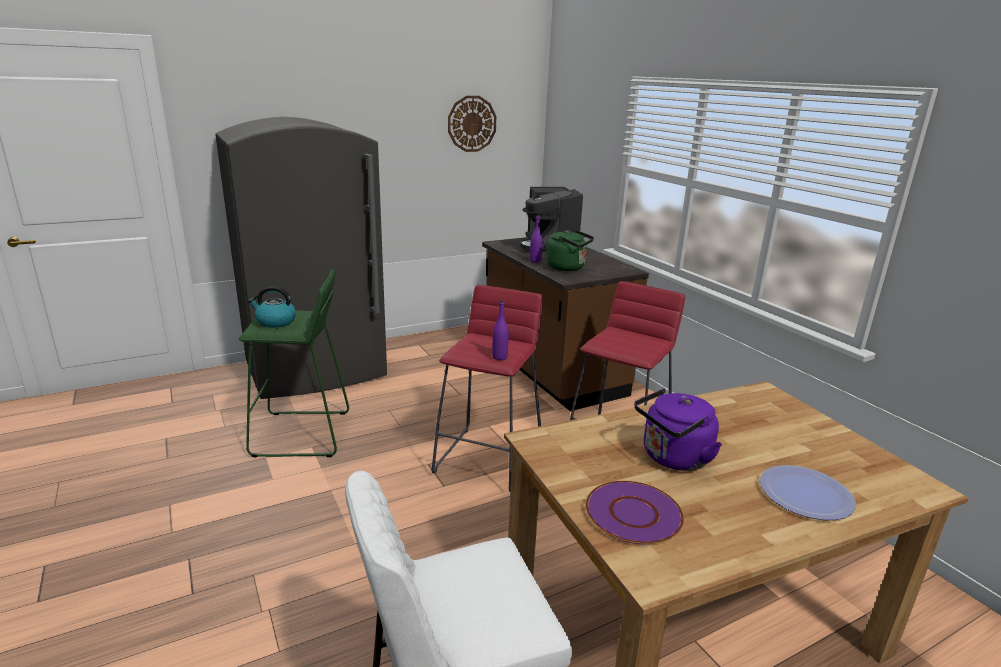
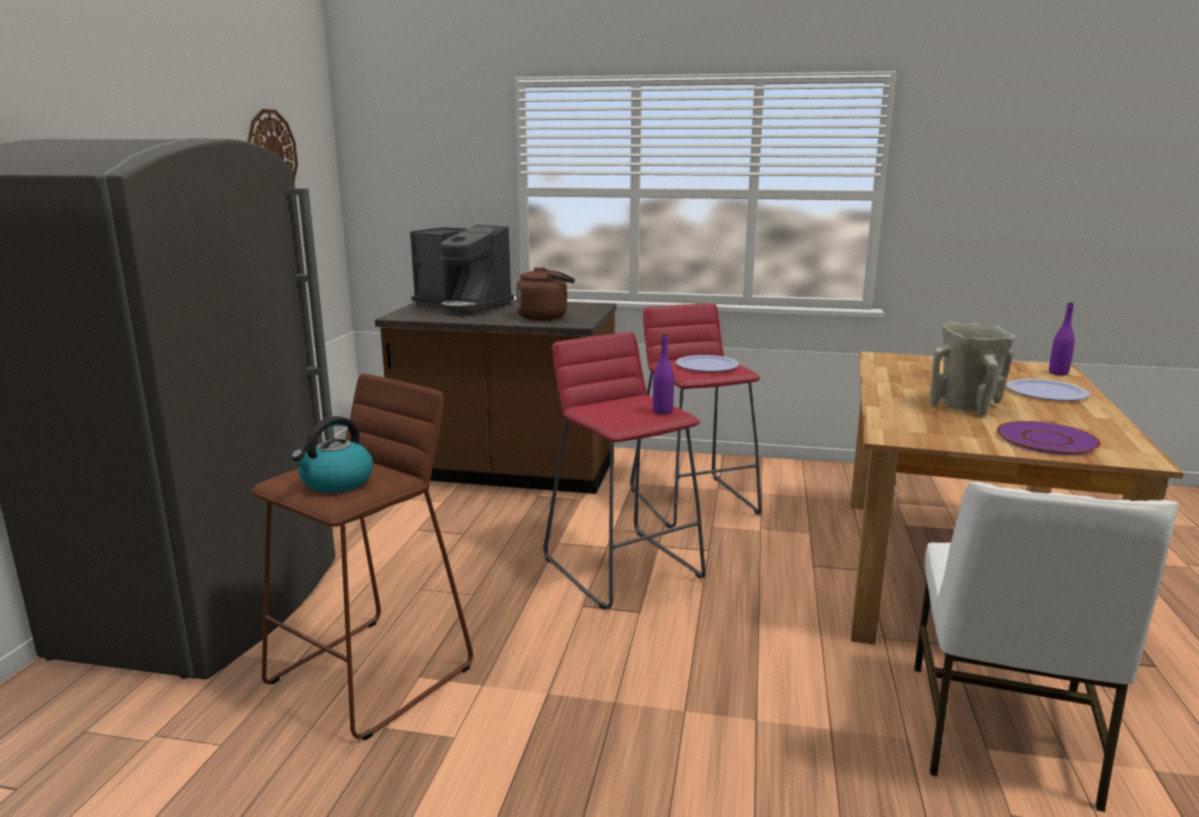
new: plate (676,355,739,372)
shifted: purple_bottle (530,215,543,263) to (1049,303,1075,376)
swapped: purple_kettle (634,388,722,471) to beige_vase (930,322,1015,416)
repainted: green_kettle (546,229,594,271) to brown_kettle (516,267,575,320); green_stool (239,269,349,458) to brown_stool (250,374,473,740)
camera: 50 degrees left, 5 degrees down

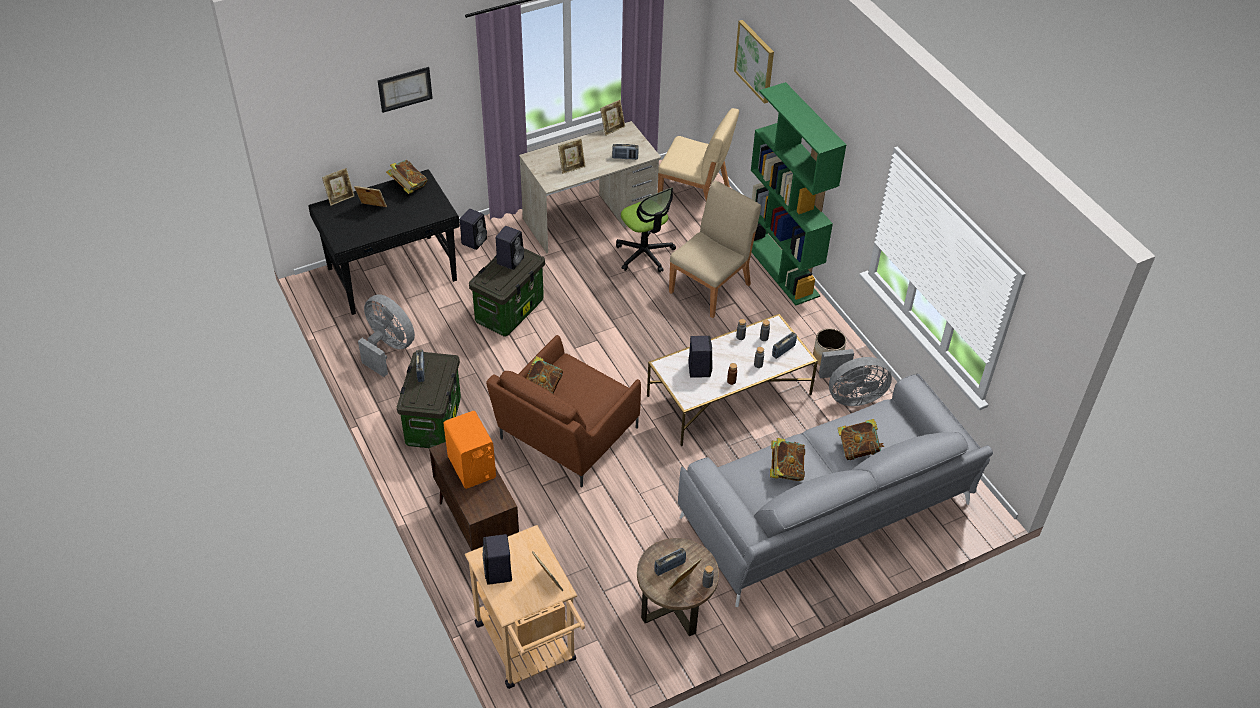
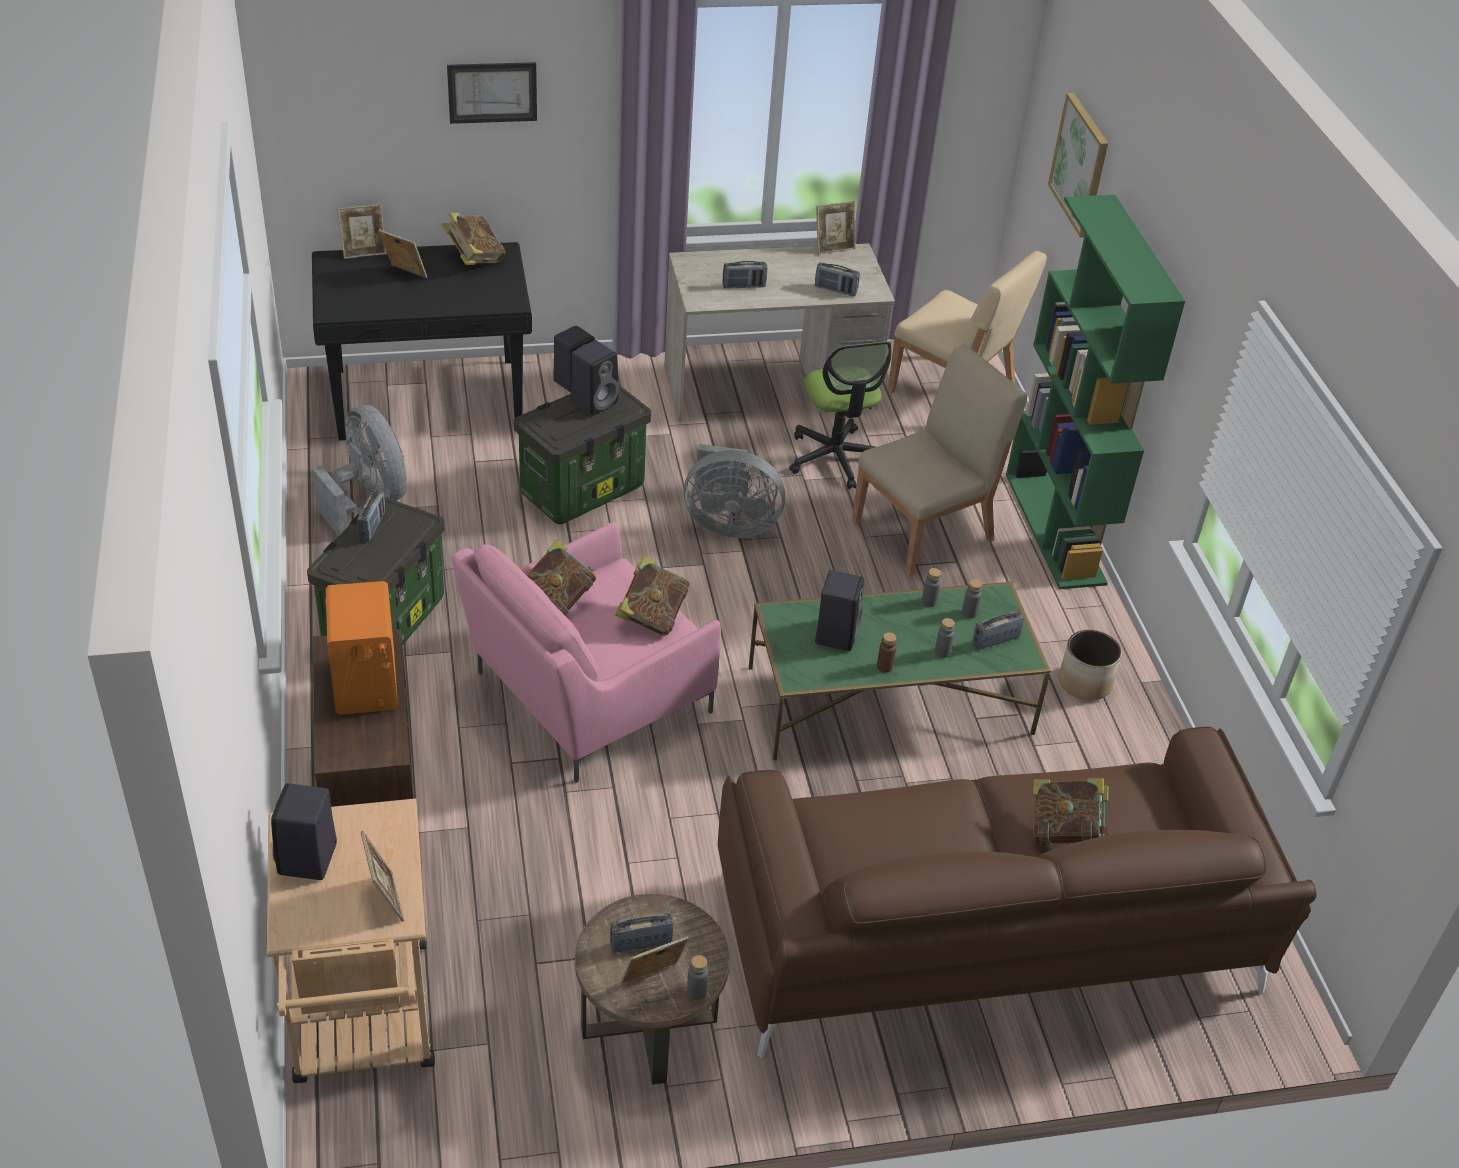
shifted: grey_fan (819,349,892,406) to (684,444,785,538); book (770,438,805,481) to (615,556,689,636)
swapped: picture_frame (558,139,586,174) to radio (723,261,768,288)
repainted: white_coffee_table (647,314,818,446) to green_coffee_table (749,582,1051,760); brown_armchair (486,335,641,487) to pink_armchair (451,522,721,783); grey_sofa (678,374,993,607) to brown_sofa (718,726,1316,1058)
camera: 15 degrees right, 5 degrees down

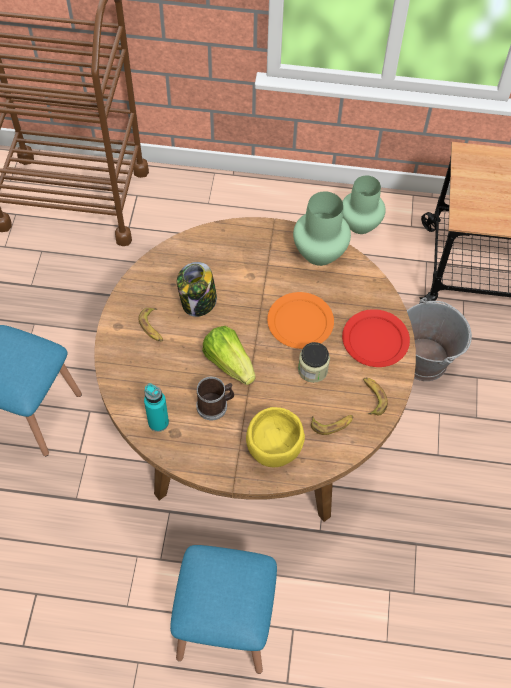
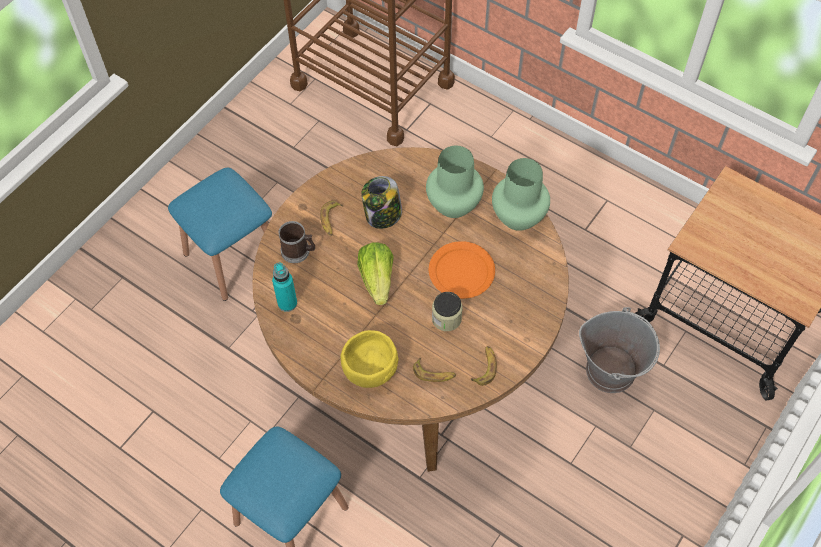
gone: red_plate (342,309,410,367)
shifted: green_vase (342,176,386,234) to (426,146,484,218); mug (196,377,234,420) to (279,221,315,263)
camera: 30 degrees right, 0 degrees up

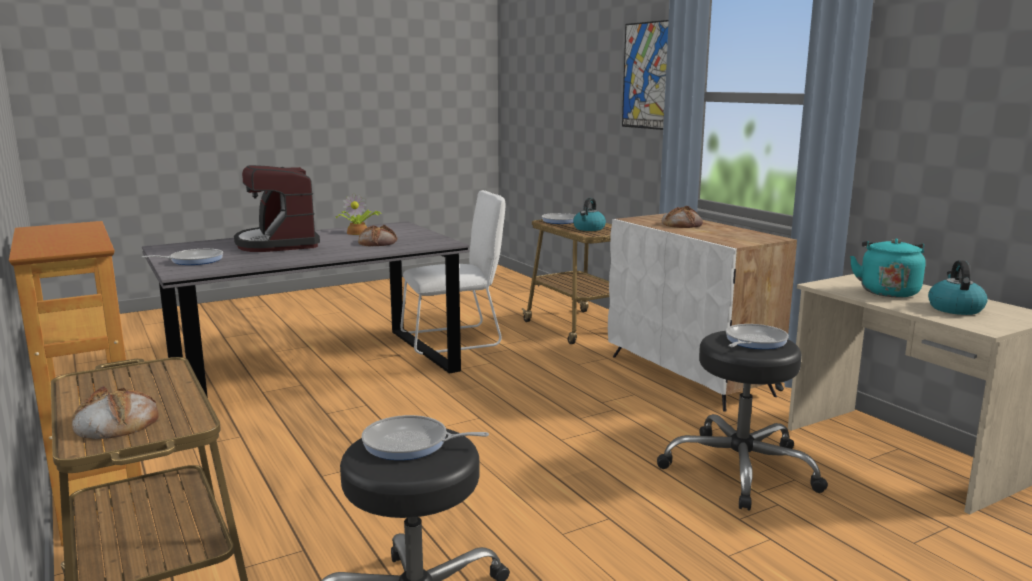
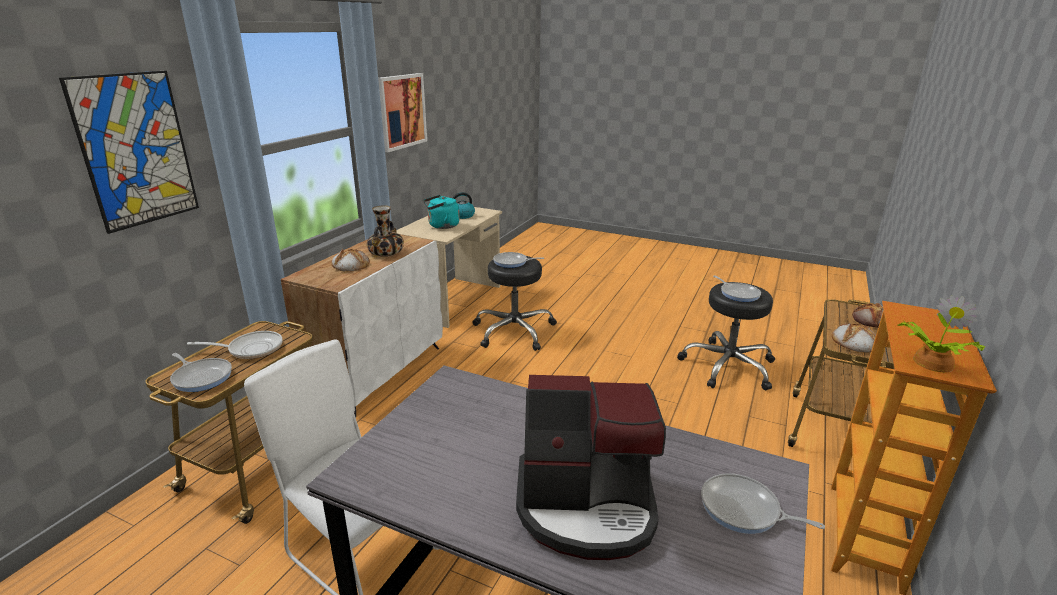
new: picture (378,73,427,152); vase (367,205,404,257)
shifted: potted_plant (336,193,381,235) to (897,295,985,372); bread (358,225,397,246) to (832,323,876,353)
swapped: kettle (573,198,606,231) to frying_pan (187,331,283,359)
rotated: coffee_machine (234,165,320,252) = (516,375,666,560) 60 degrees clockwise
camera: 125 degrees left, 10 degrees up

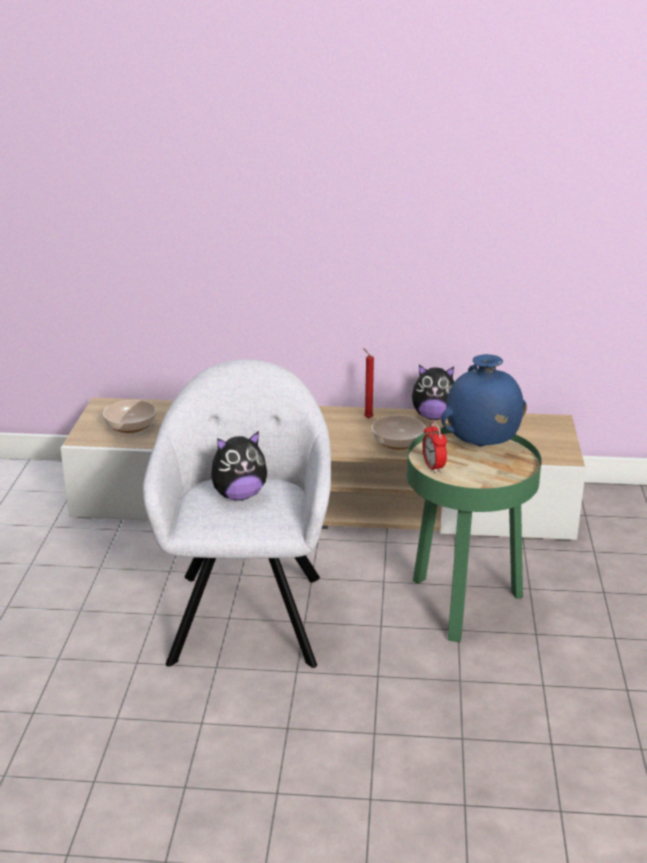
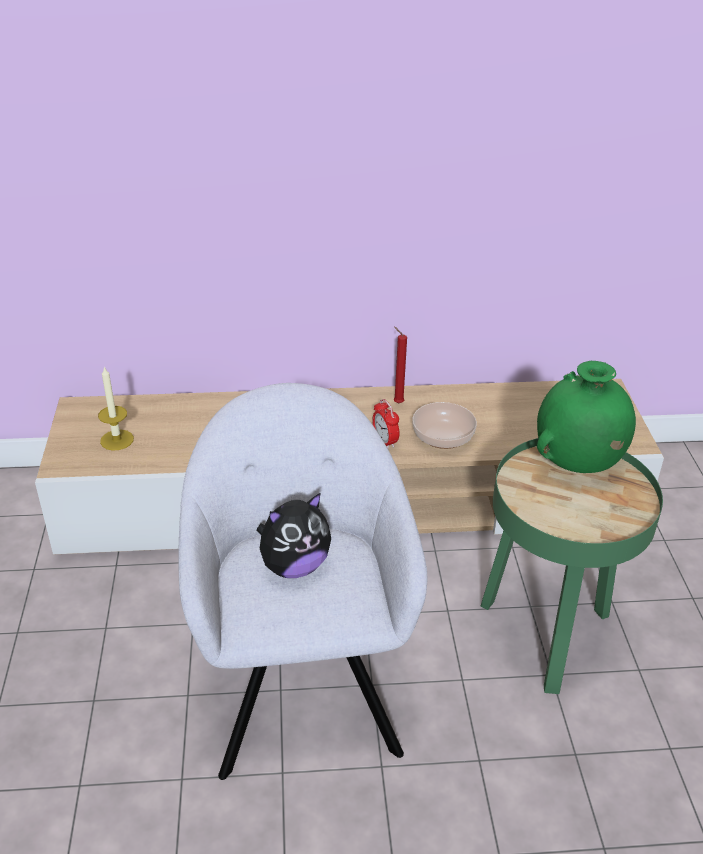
gone: plush_toy (412,365,454,420)
shifted: alarm_clock (422,421,447,473) to (372,399,399,449)
swapped: bowl (103,400,157,433) to candle (98,367,134,451)
repainted: blue_vase (441,354,527,447) to green_vase (537,361,636,473)
camera: 10 degrees left, 10 degrees up

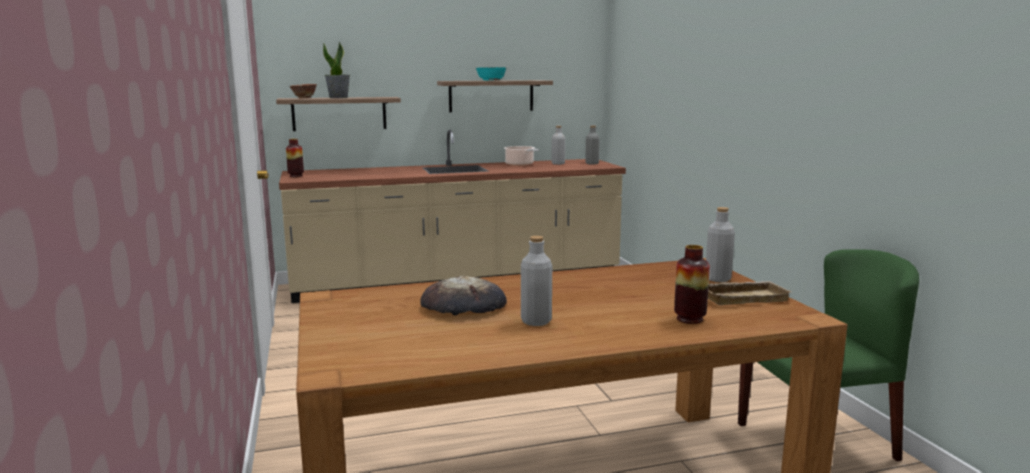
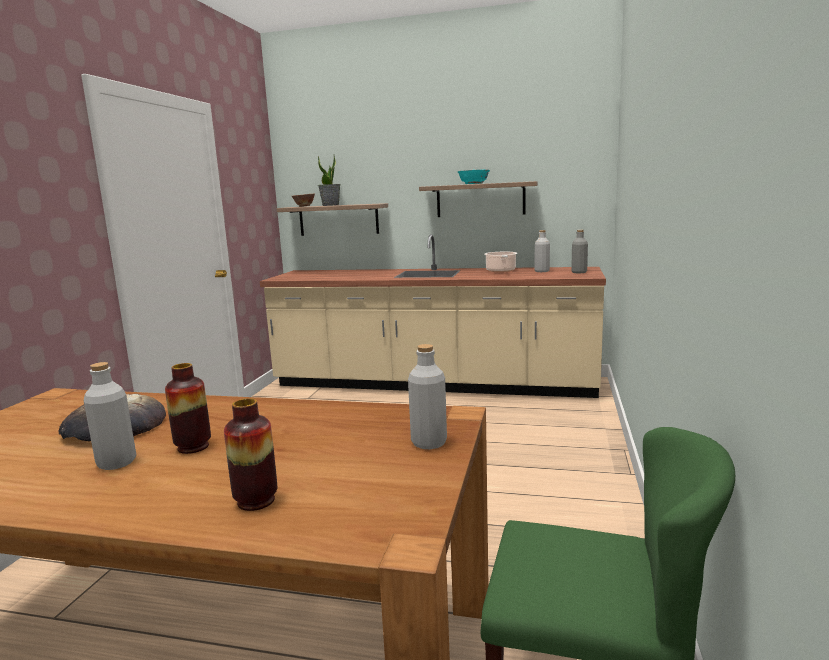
gone: beige_tray (708,281,792,305)
shifted: vase (286,139,304,177) to (165,363,211,454)
camera: 30 degrees right, 0 degrees up

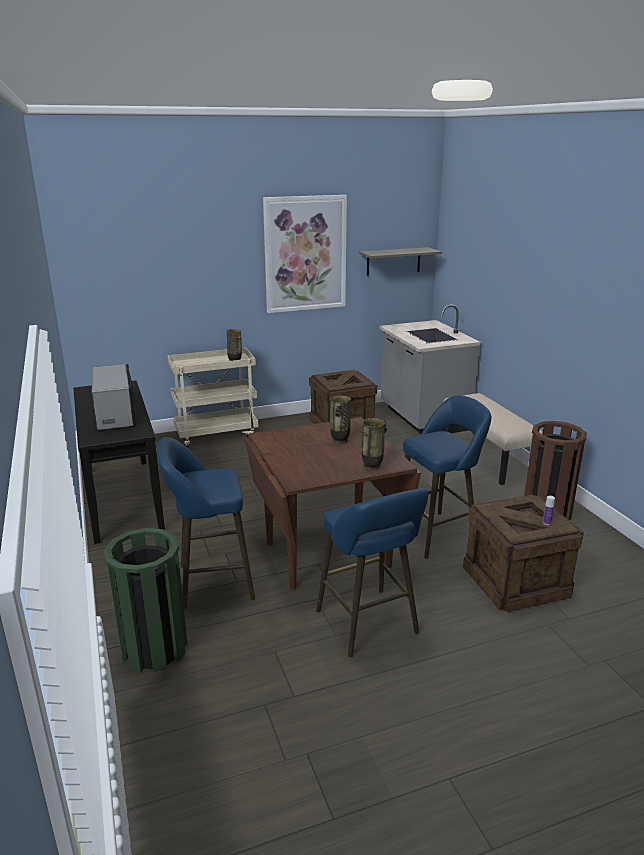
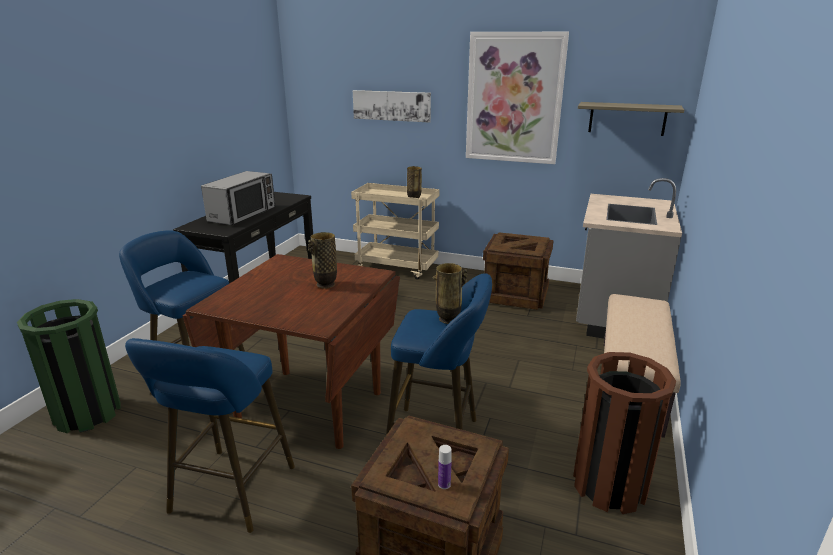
new: picture (353,90,431,123)
shifted: vase (361,418,387,470) to (433,263,468,324)
camera: 40 degrees right, 0 degrees up

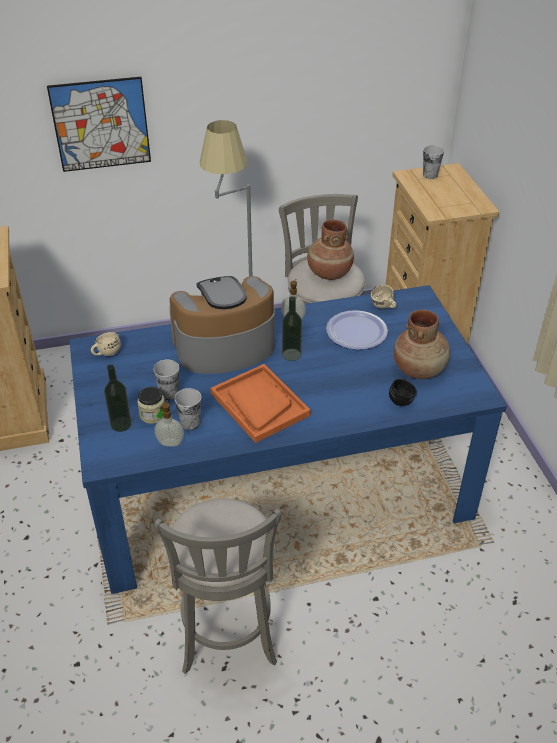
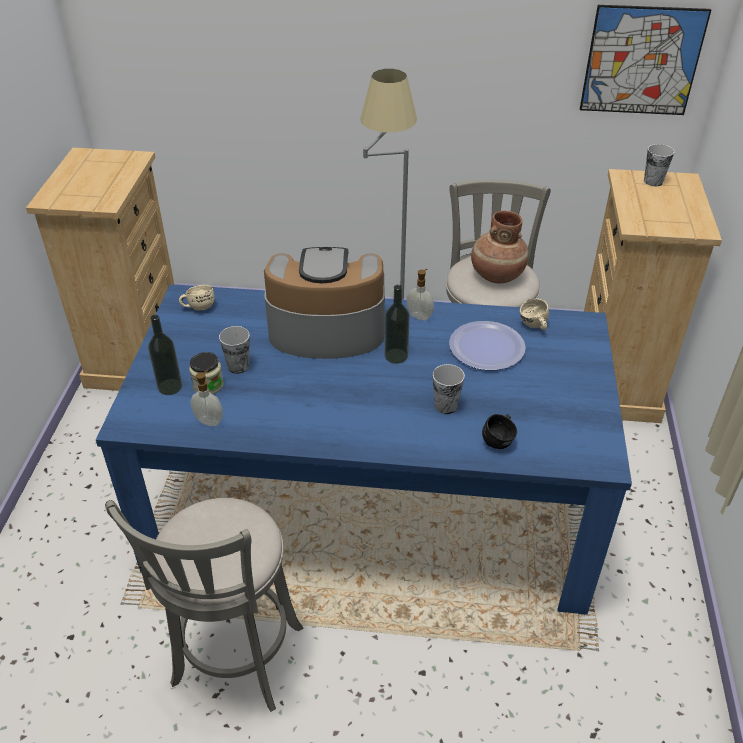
gone: brown_vase (394,310,450,379); orange_tray (211,364,311,443)
shifted: picture (47,77,151,172) to (580,5,711,115); cup (174,388,201,430) to (433,364,465,414)
camera: 20 degrees right, 0 degrees up

